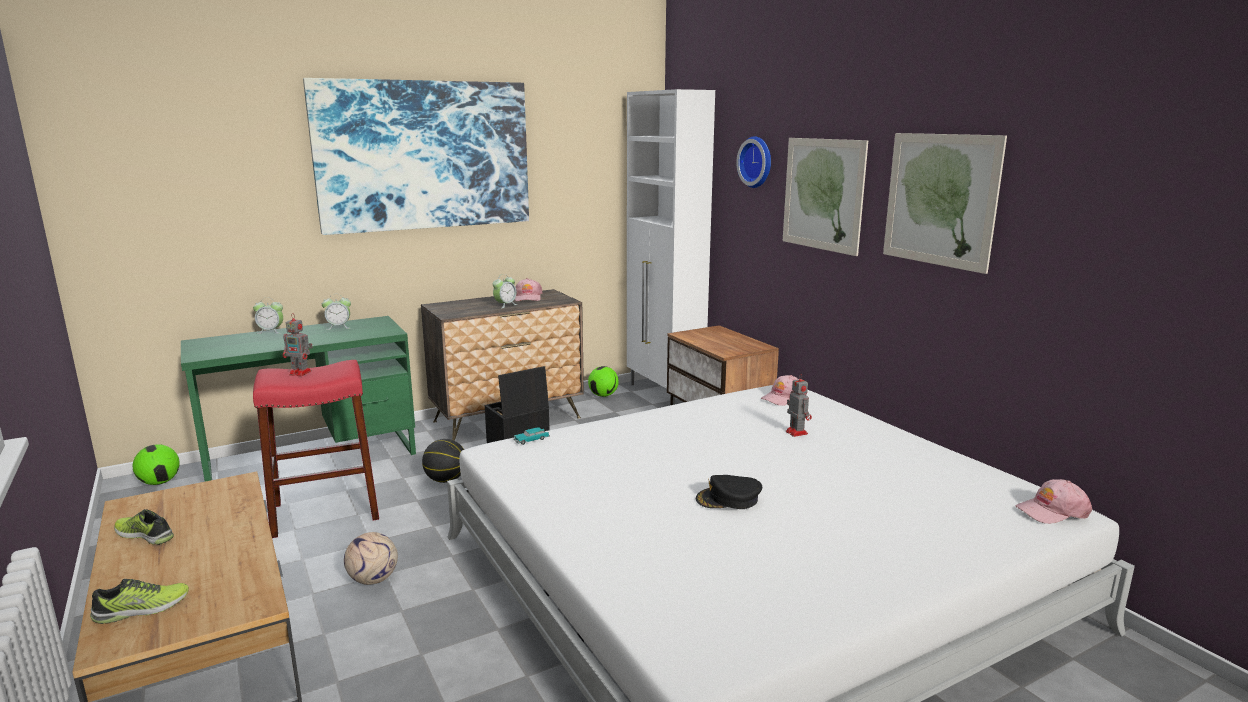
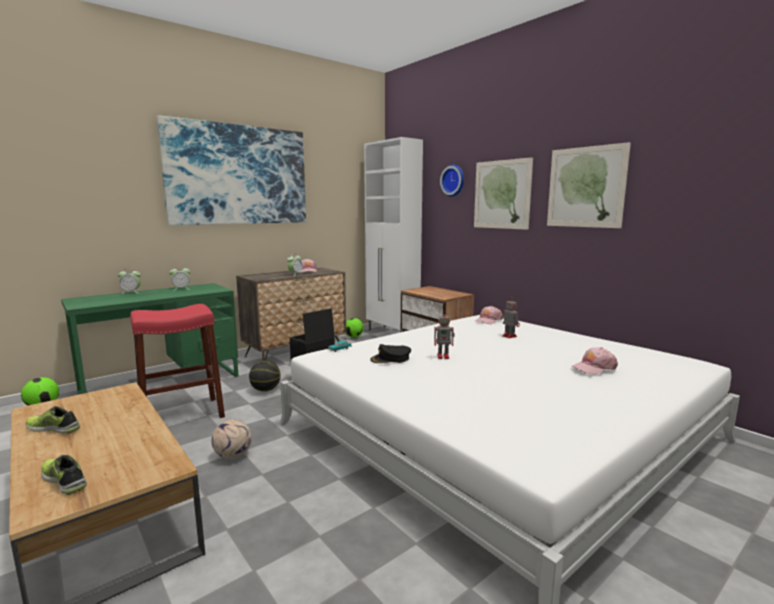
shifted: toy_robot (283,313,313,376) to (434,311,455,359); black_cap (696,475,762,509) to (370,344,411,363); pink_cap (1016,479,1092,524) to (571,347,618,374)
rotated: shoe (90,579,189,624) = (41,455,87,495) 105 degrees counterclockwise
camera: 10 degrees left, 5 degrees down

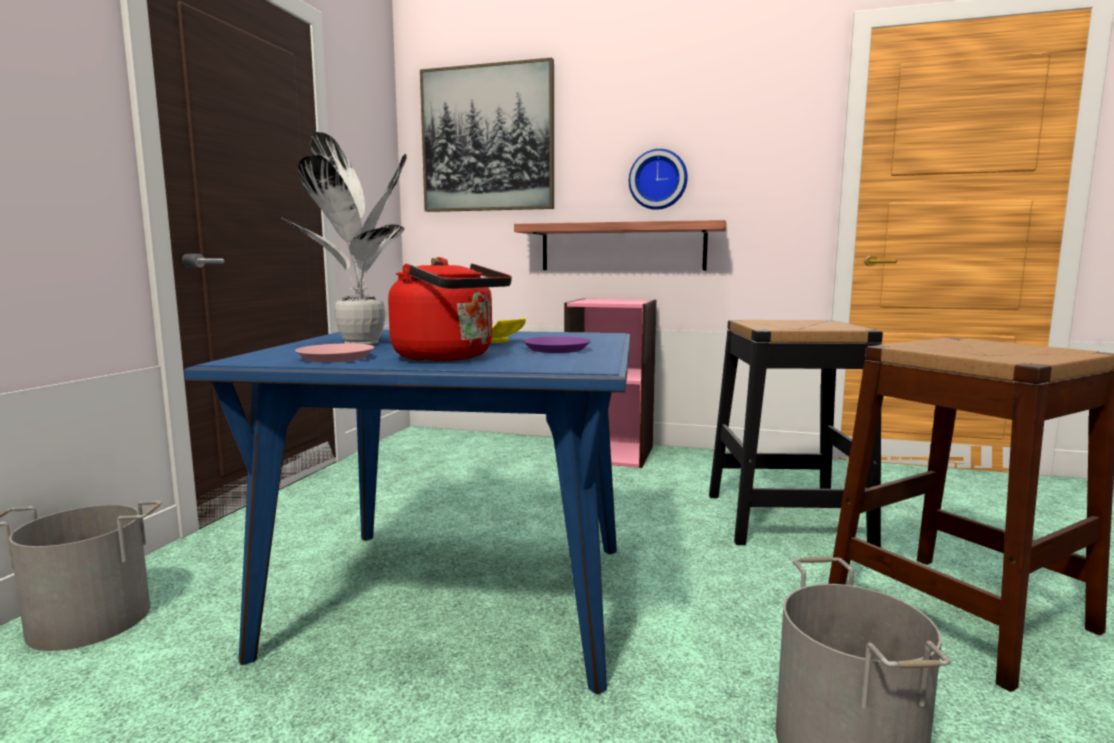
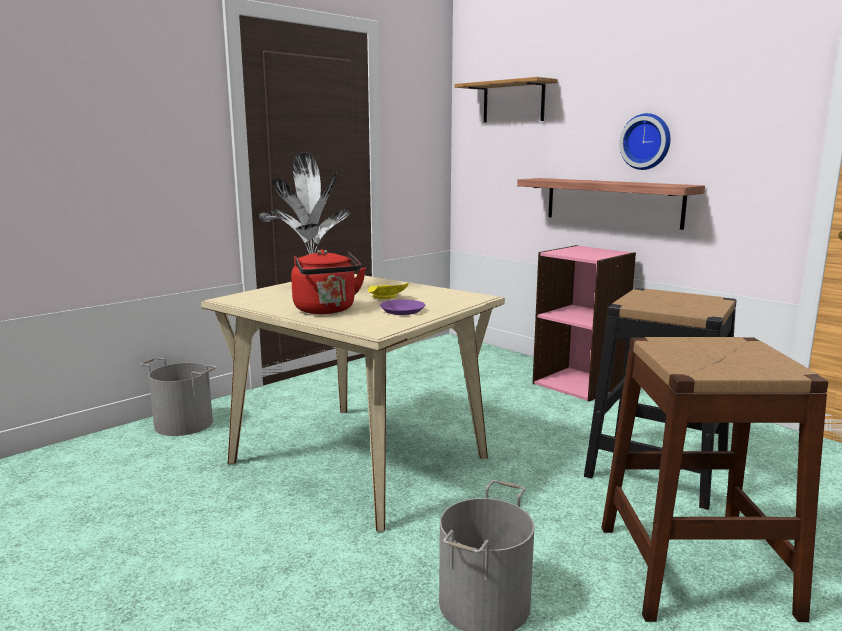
gone: pink_plate (295,344,374,363)
swapped: picture (420,58,554,212) to shelf (454,77,558,123)
repainted: blue_dining_table (184,330,630,694) to beige_dining_table (201,274,505,532)
camera: 30 degrees right, 5 degrees up

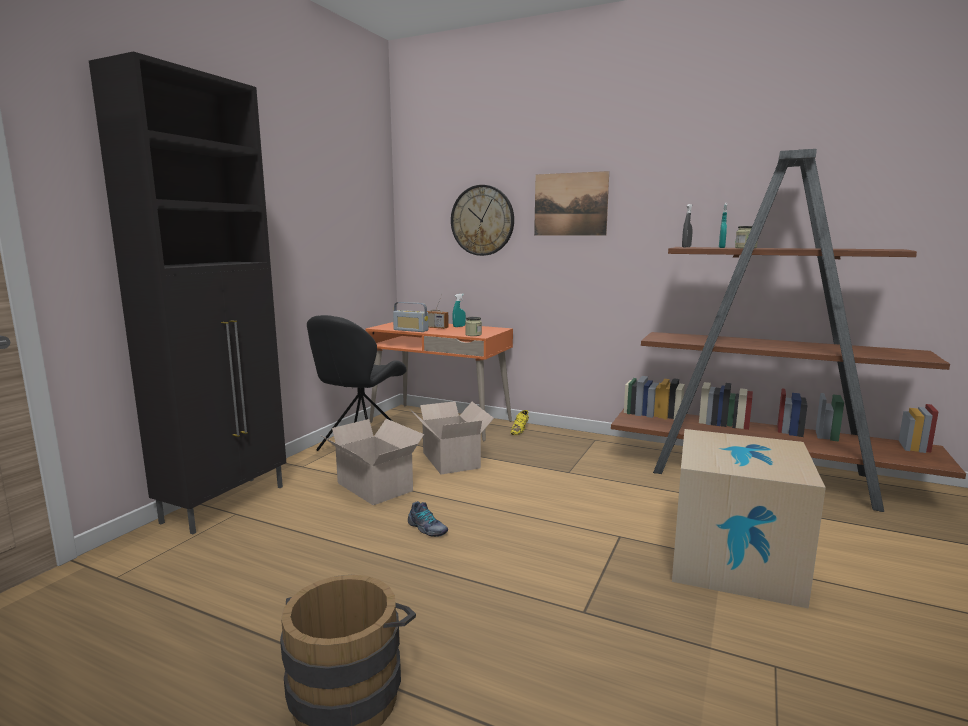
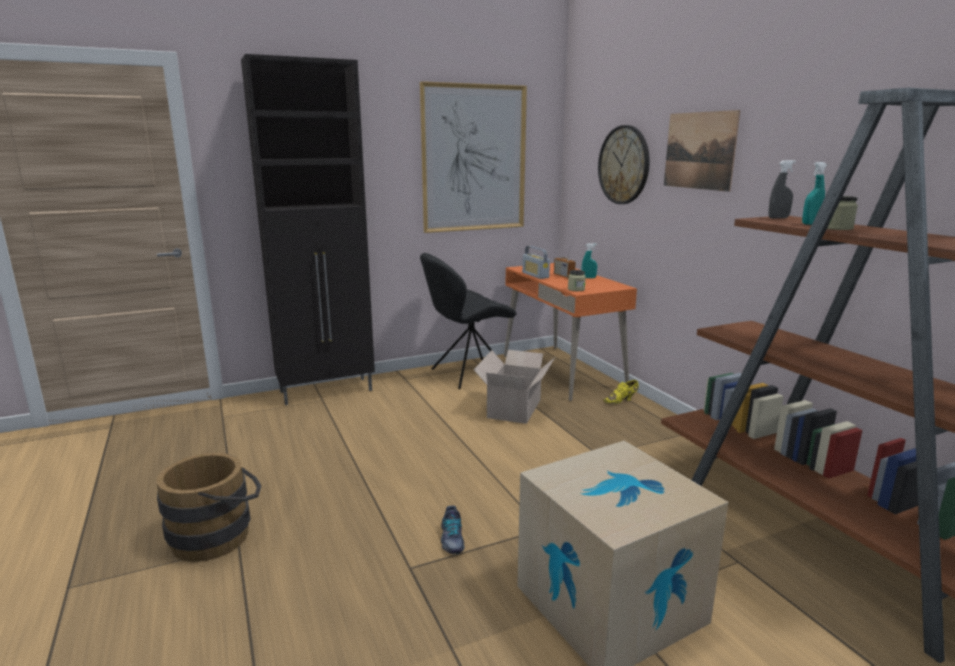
gone: cardboard_box (320,419,424,505)
new: picture (420,81,527,233)
shifted: shoe (408,501,448,537) to (441,505,465,554)
camera: 40 degrees right, 5 degrees up

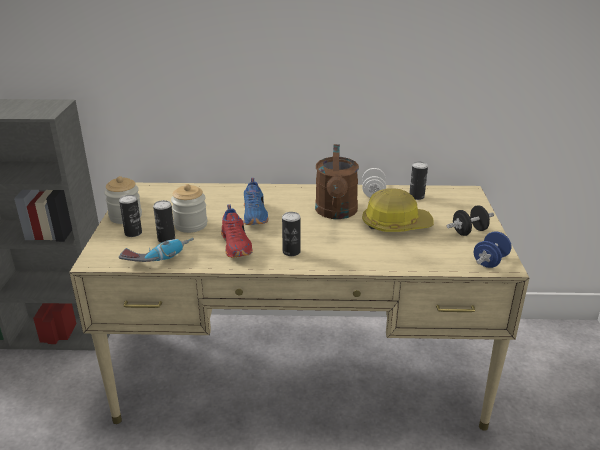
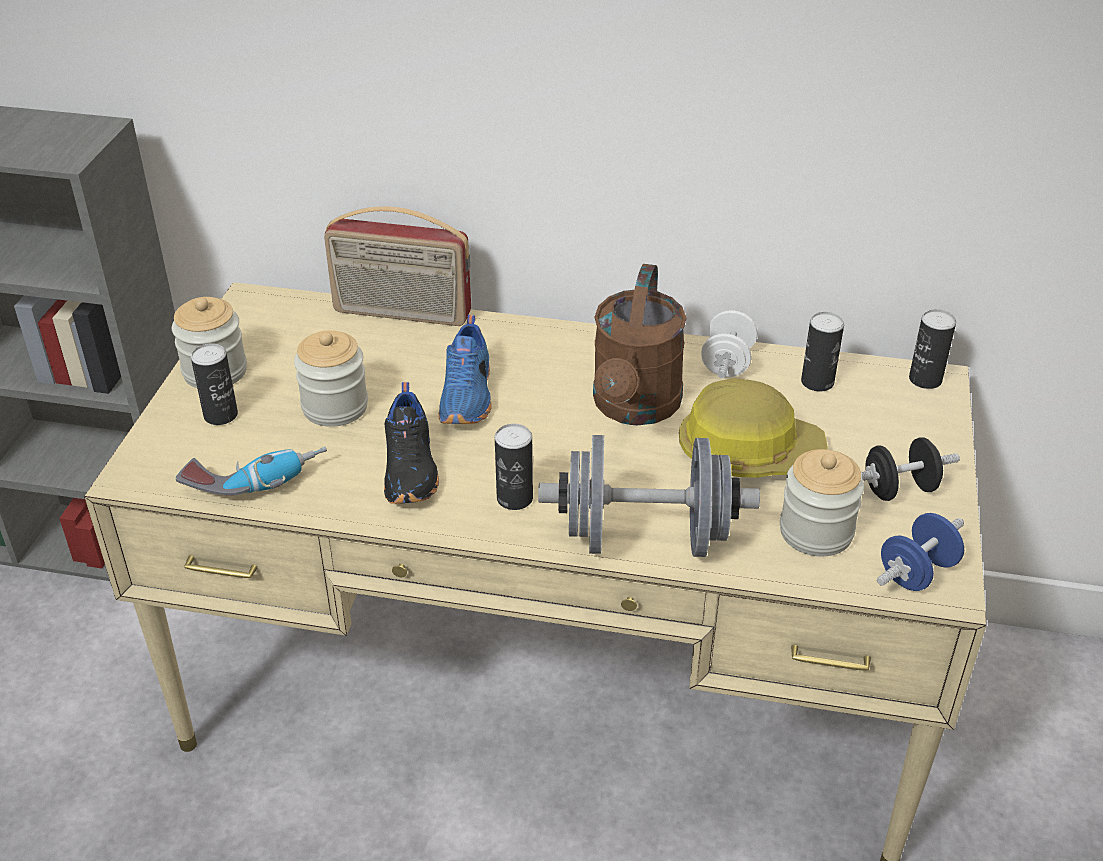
new: radio (324,206,471,326); grey_dumbbell (538,435,760,557); jar (780,449,864,556)
shifted: can (153,200,175,243) to (909,309,956,389)
repainted: red_shoe (221,204,253,258) to black_shoe (384,382,439,504)
camera: 10 degrees right, 10 degrees up

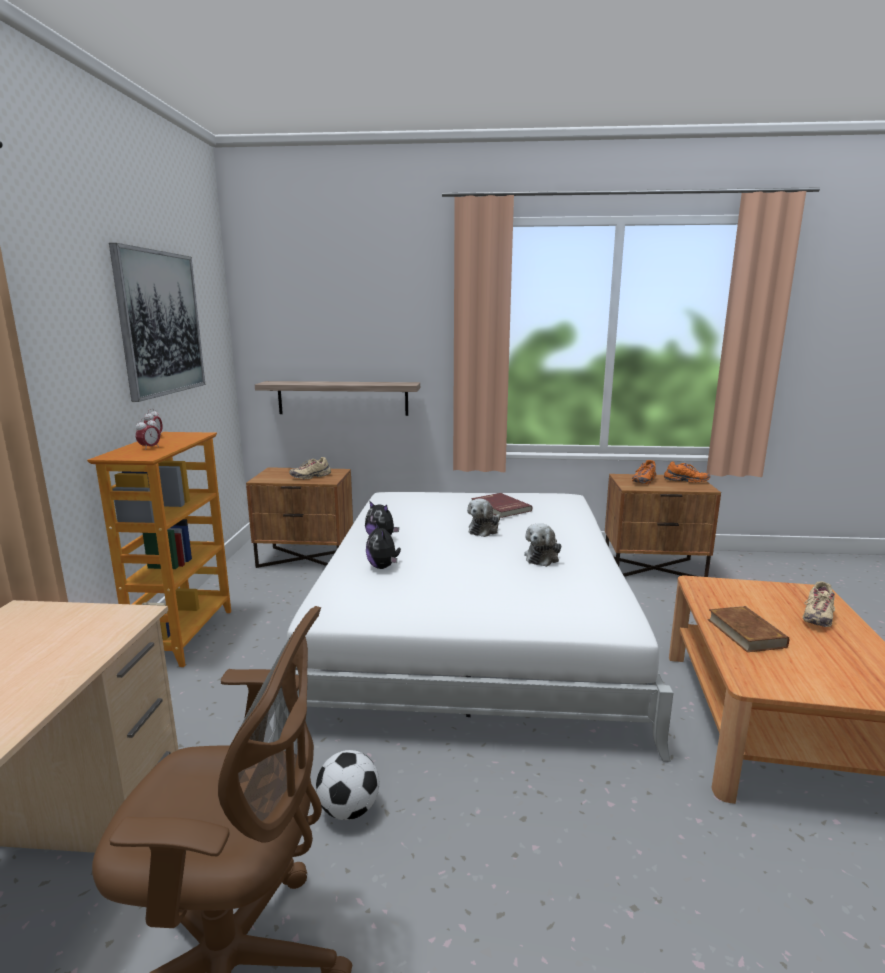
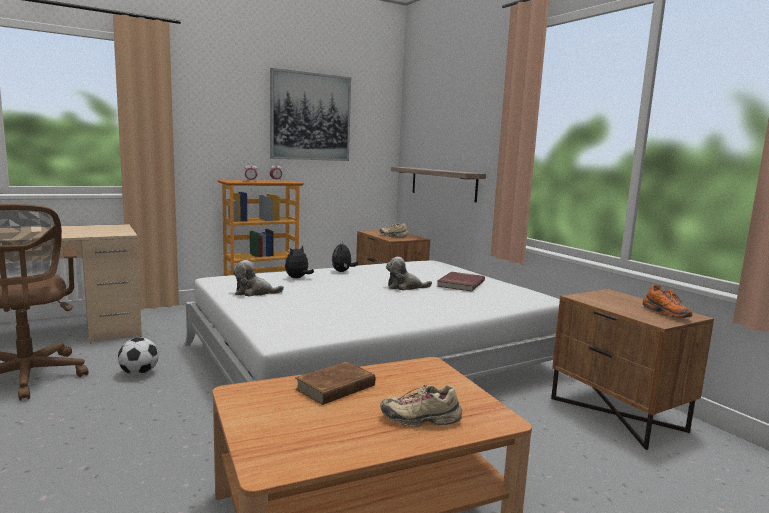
gone: orange_shoe (632,460,656,485)
shifted: plush_toy (524,523,561,567) to (232,260,284,296)
camera: 55 degrees right, 5 degrees down

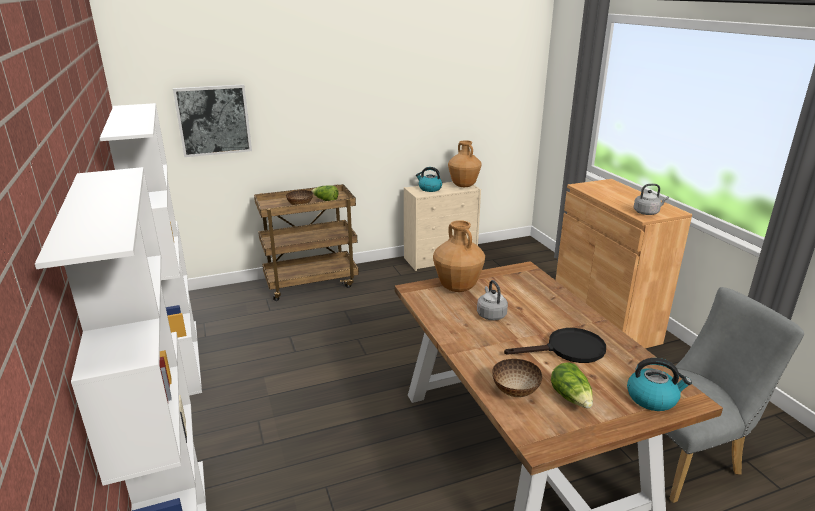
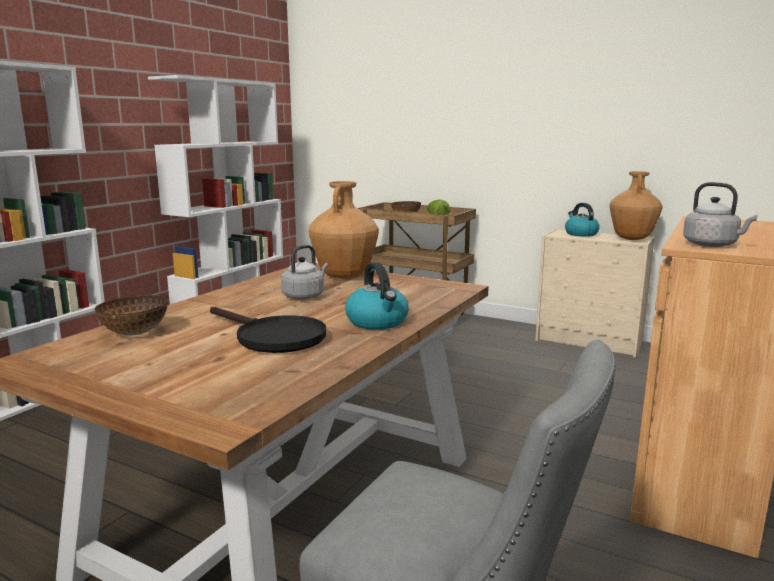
gone: picture (173,84,252,157); lettuce (551,362,593,408)
shifted: kettle (627,358,692,411) to (345,262,409,330)
camera: 50 degrees right, 10 degrees down

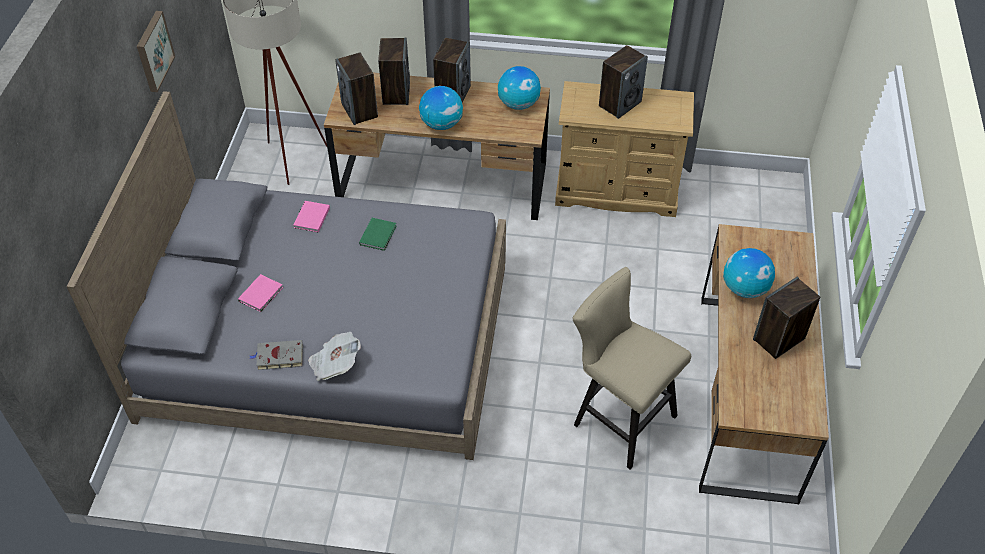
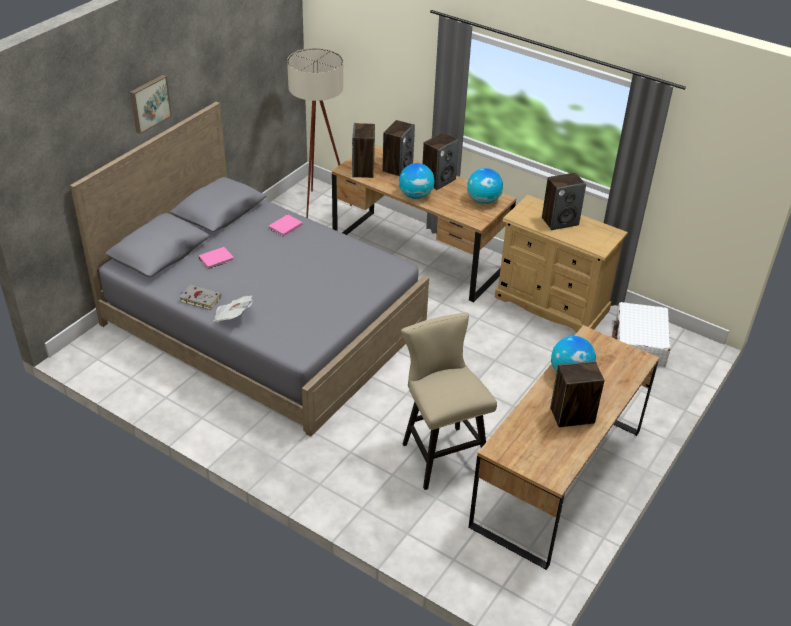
gone: green_book (359,218,396,251)
new: white_suitcase (612,302,670,366)
shifted: picture (137,11,175,92) to (130,75,172,134)
camera: 25 degrees right, 10 degrees down

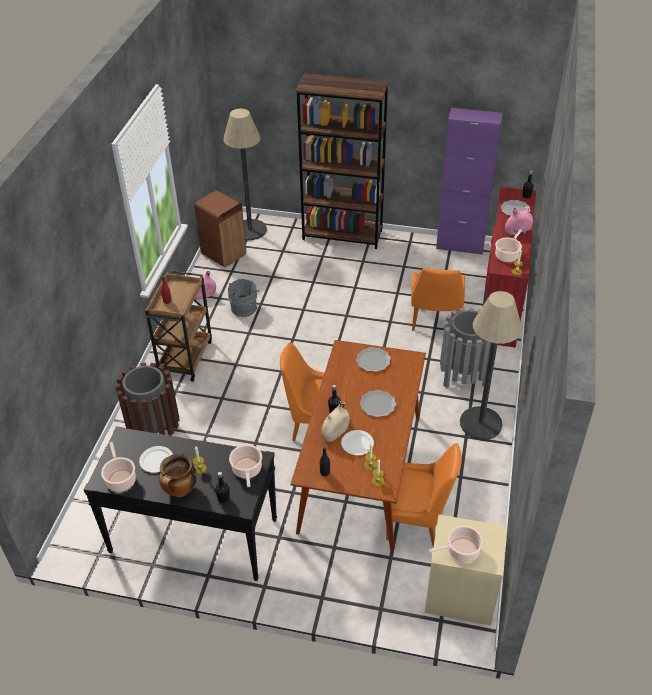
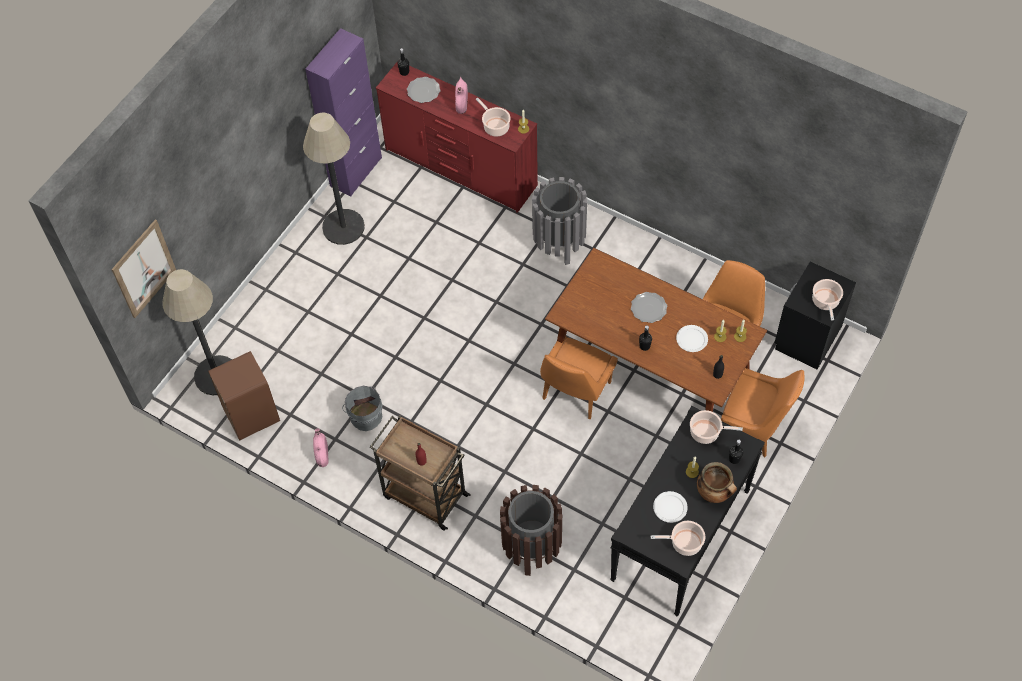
gone: brown_bookcase (296,73,389,249); plate (356,347,391,372); beige_vase (321,401,350,442)
new: picture (111,220,176,318)
shifted: orange_chair (411,268,465,331) to (721,368,805,457); floor_lamp (460,291,522,440) to (303,113,365,245)
repainted: beige_nightstand (425,515,507,626) to black_nightstand (775,262,856,370)
camera: 70 degrees left, 15 degrees up

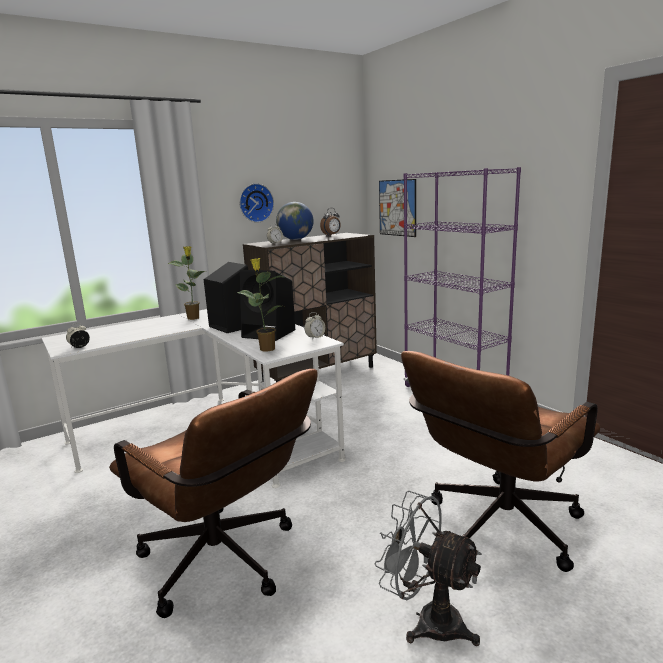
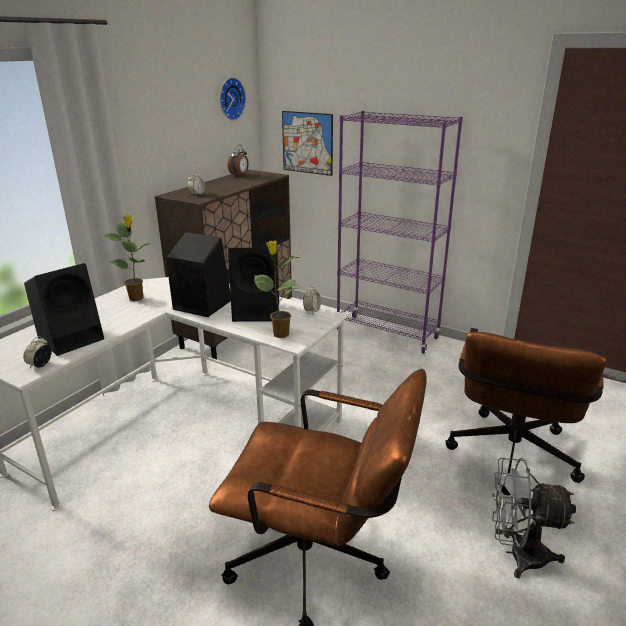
gone: globe (276,202,313,240)
new: black_speaker (24,263,104,356)
shifted: wall_clock (239,183,274,223) to (220,77,246,121)
camera: 25 degrees left, 10 degrees up

